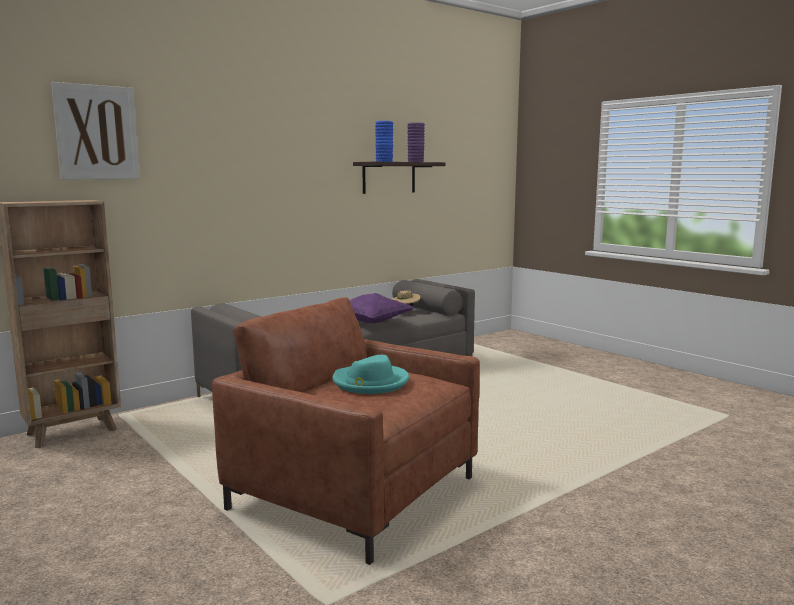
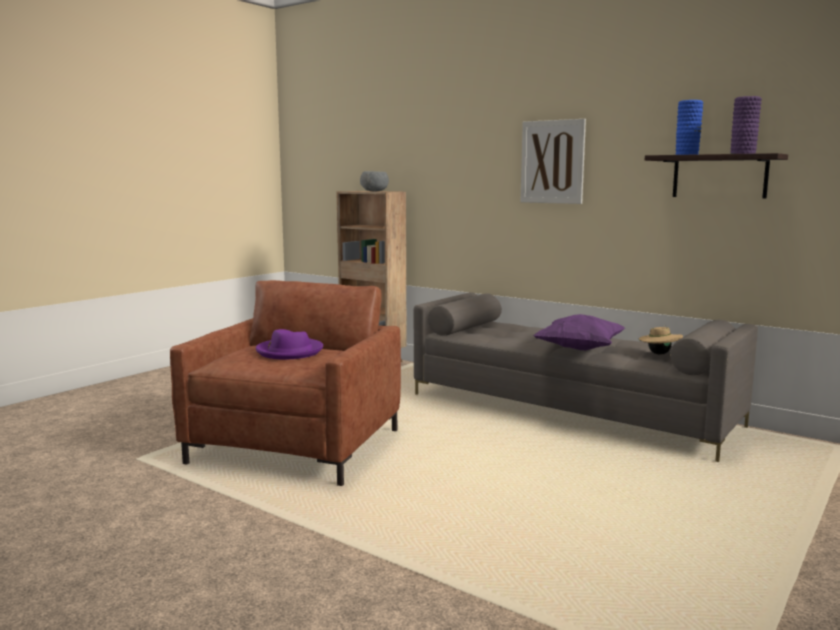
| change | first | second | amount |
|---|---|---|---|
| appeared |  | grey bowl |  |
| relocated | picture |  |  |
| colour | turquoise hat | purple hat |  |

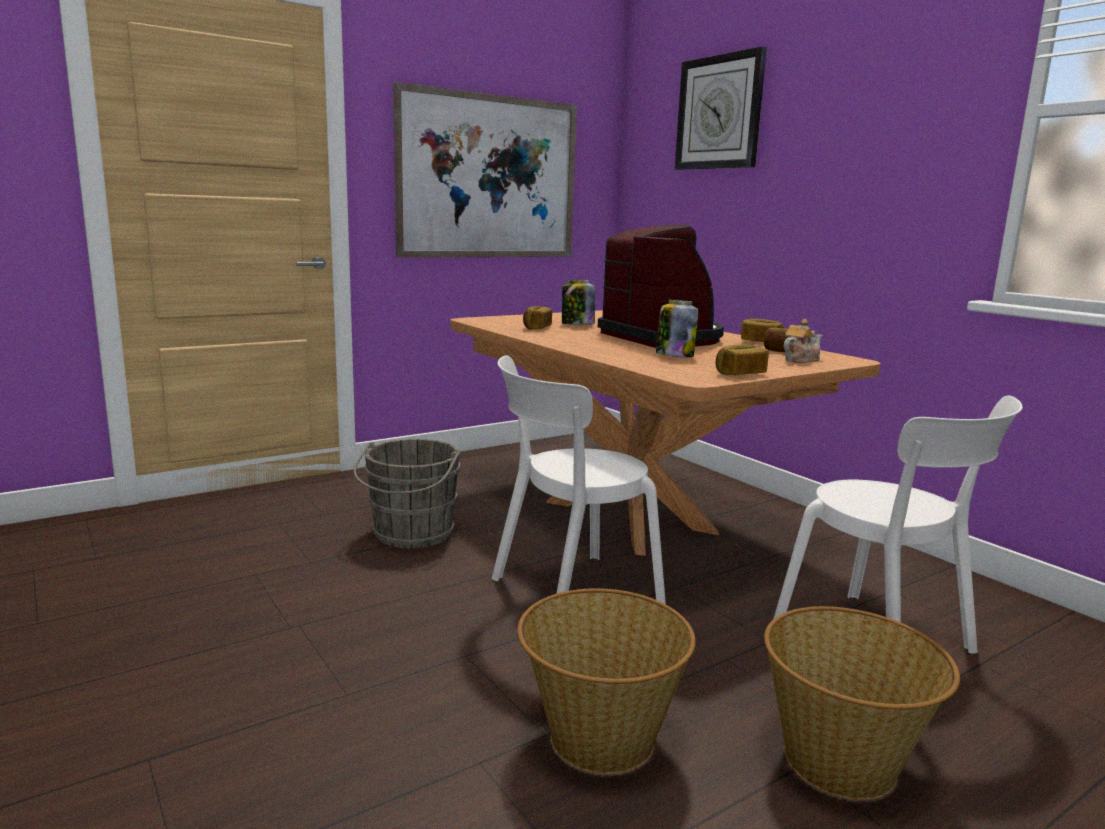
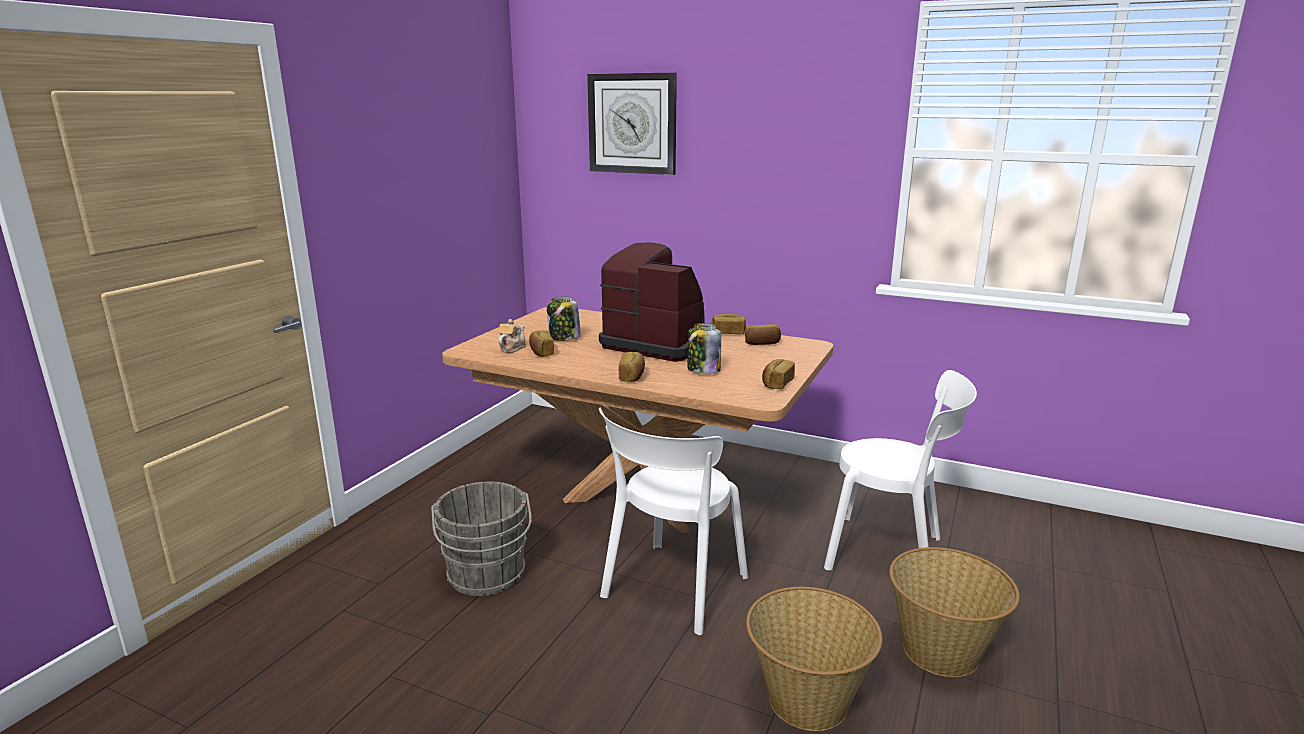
| change | first | second | amount |
|---|---|---|---|
| missing | picture |  |  |
| appeared |  | bread (no. 2 from left) |  |
| relocated | teapot |  |  |

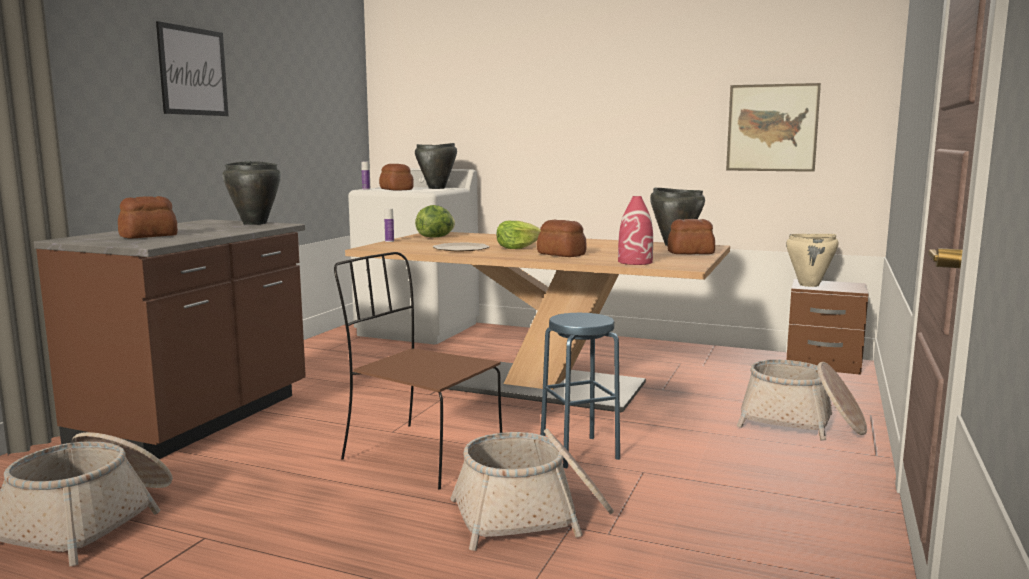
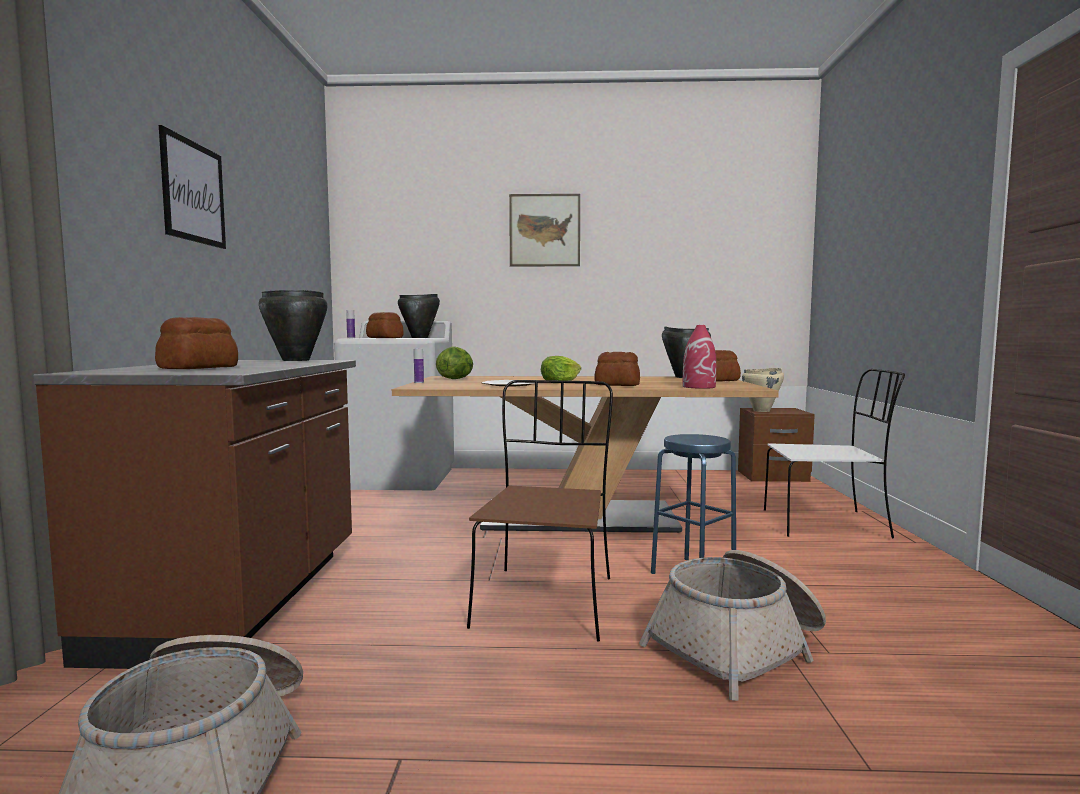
| change | first | second | amount |
|---|---|---|---|
| relocated | picture (no. 2 from left) |  |  |
| exchanged | basket (no. 3 from left) | white chair |  |
| spun | brown chair |  | 90 degrees clockwise |

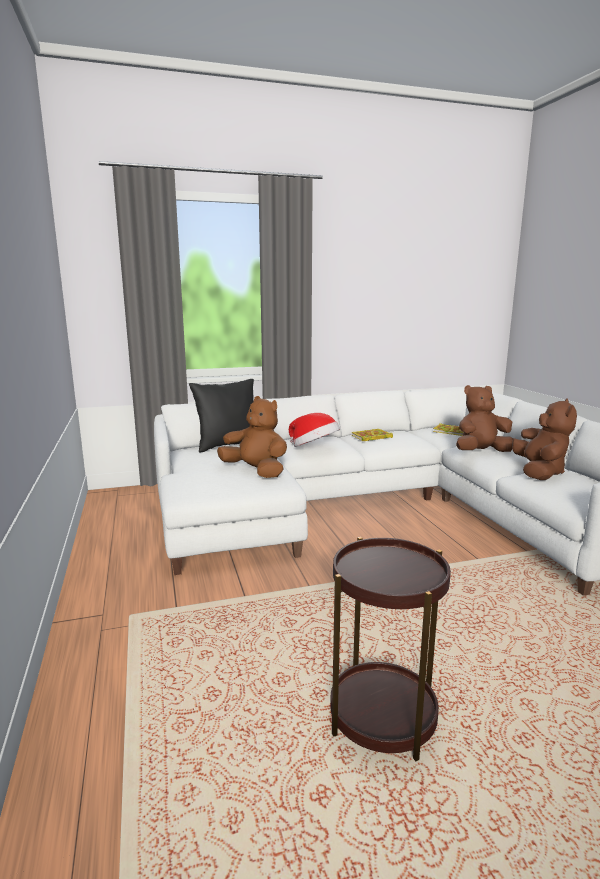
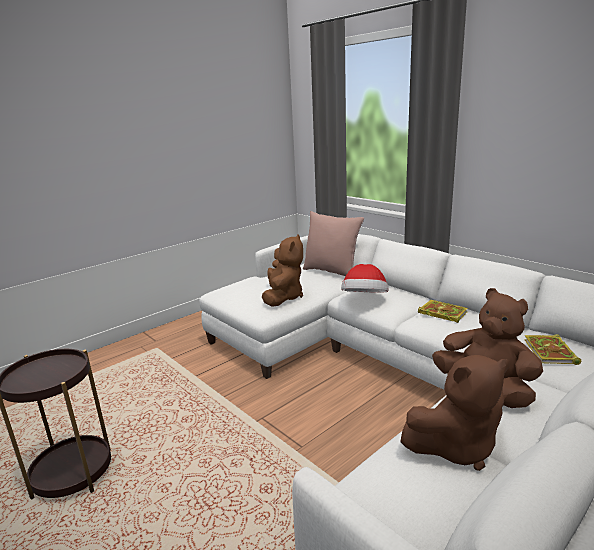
| change | first | second | amount |
|---|---|---|---|
| colour | black pillow | pink pillow |  |

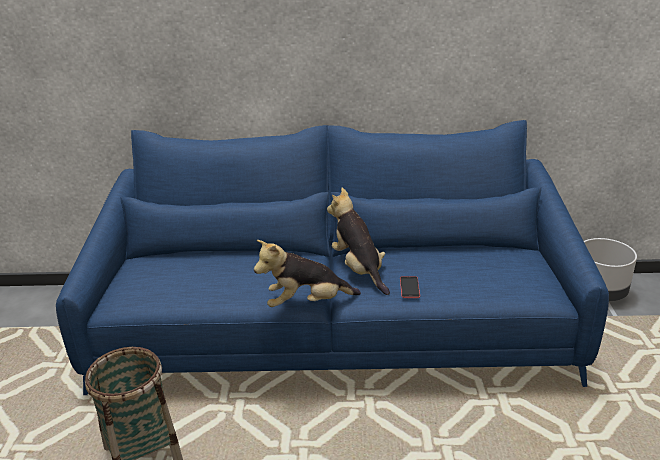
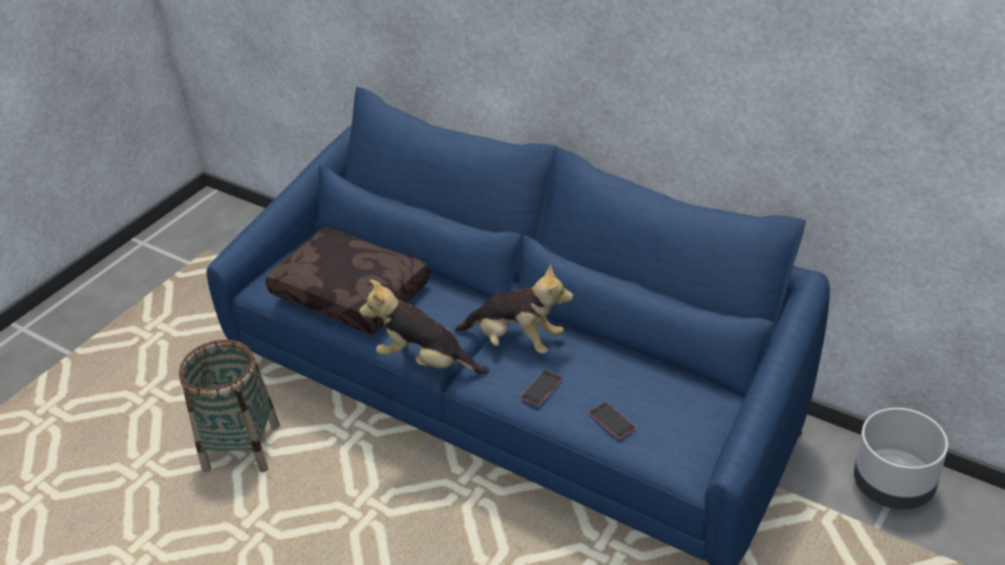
| change | first | second | amount |
|---|---|---|---|
| appeared |  | brown pillow |  |
| appeared |  | phone (no. 2 from left) |  |
| spun | plush toy (no. 2 from left) |  | 105 degrees clockwise |

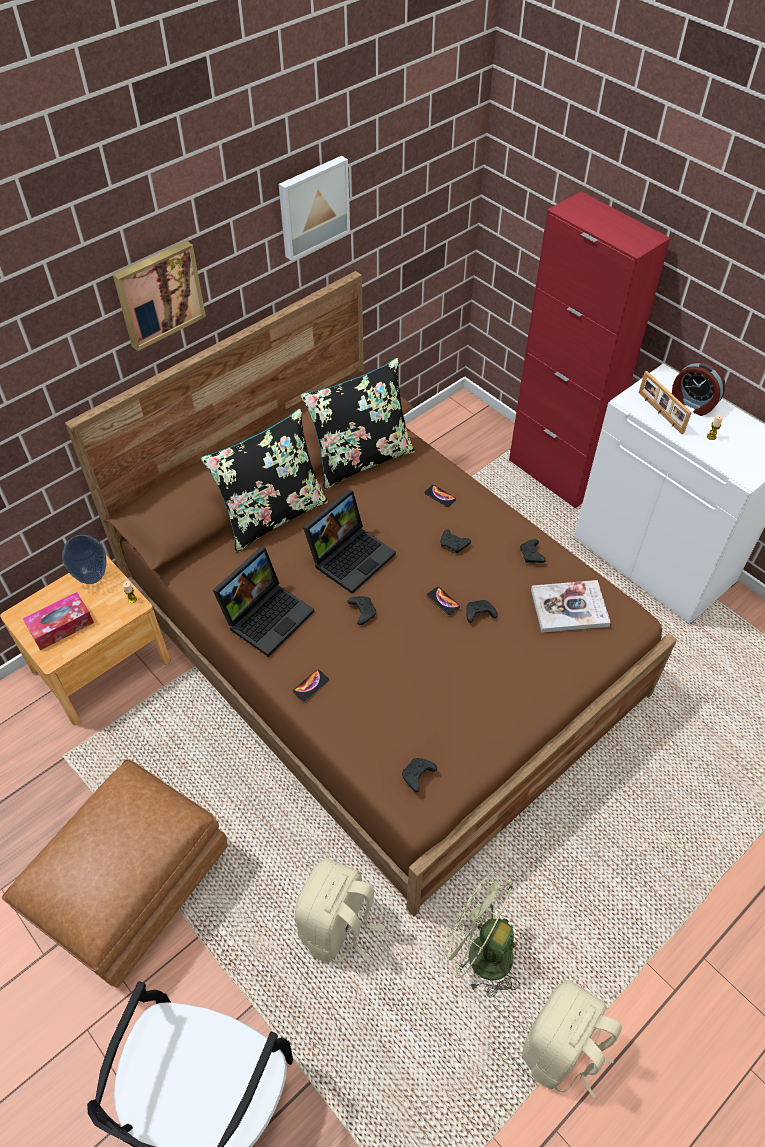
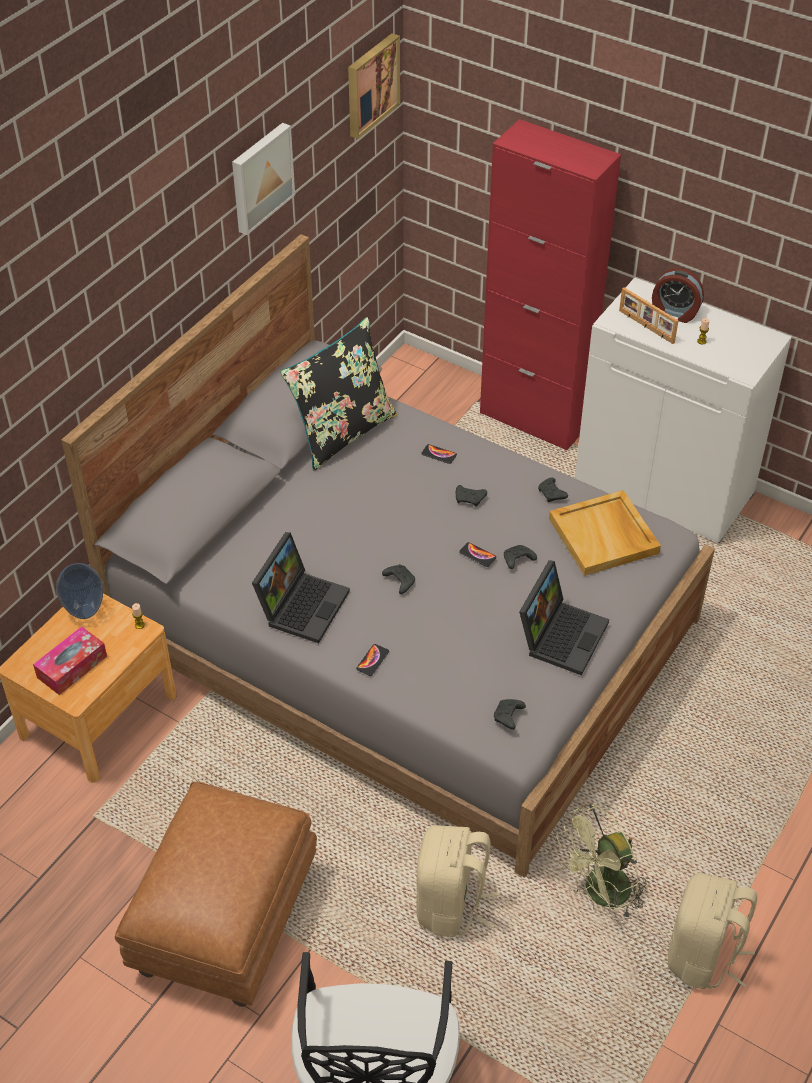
| change | first | second | amount |
|---|---|---|---|
| missing | black pillow (no. 1 from left) |  |  |
| relocated | picture (no. 1 from left in the first image) | picture (no. 2 from left) |  |
| relocated | laptop (no. 2 from left) |  |  |
| exchanged | book | beige tray |  |
| colour | brown bed | grey bed |  |
| spun | green fan |  | 45 degrees counterclockwise |

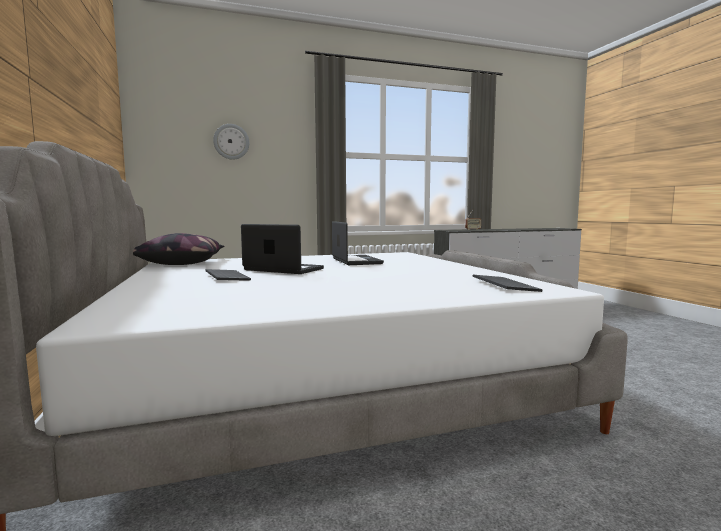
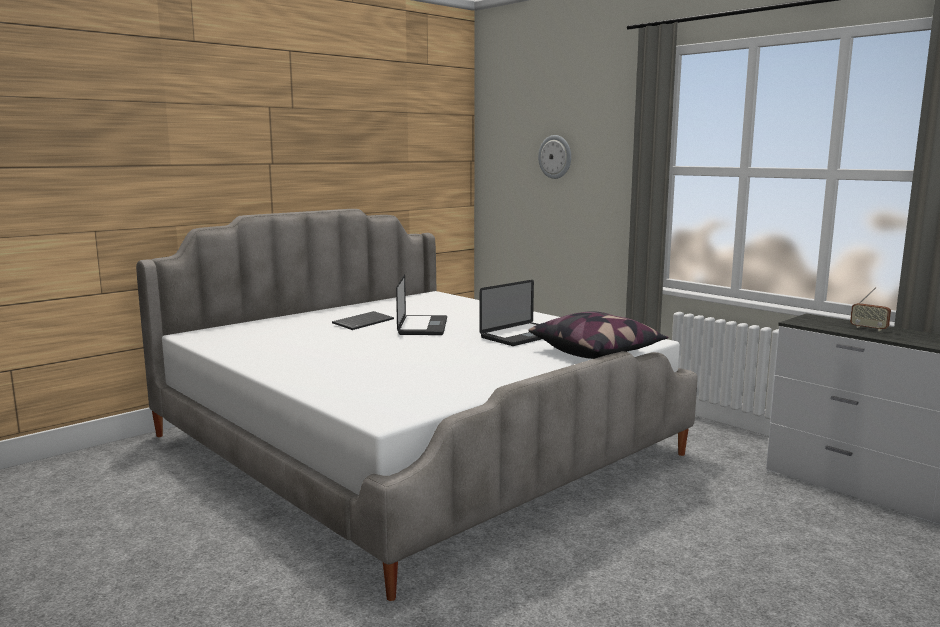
| change | first | second | amount |
|---|---|---|---|
| missing | keyboard (no. 2 from left) |  |  |
| relocated | pillow |  |  |

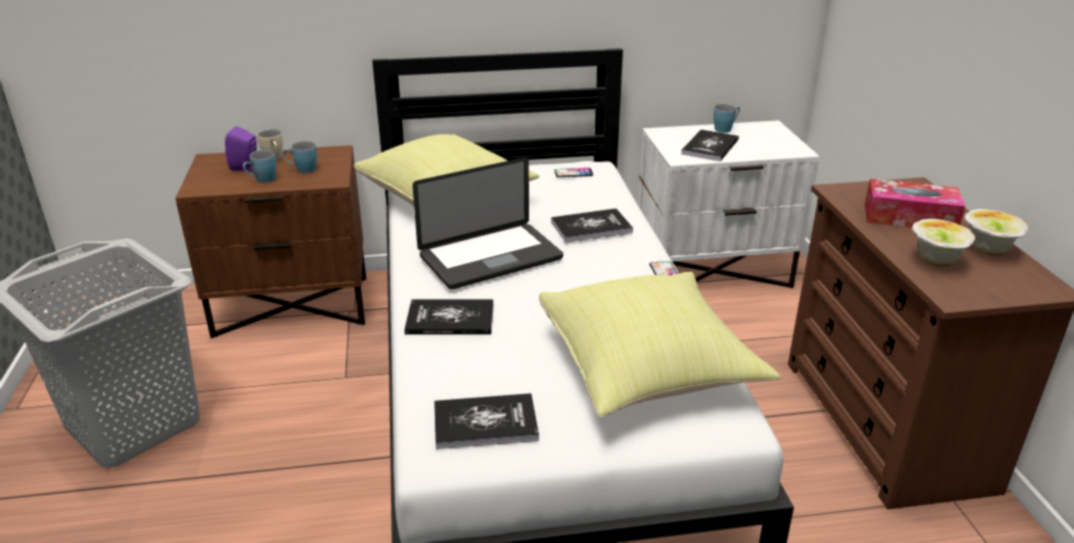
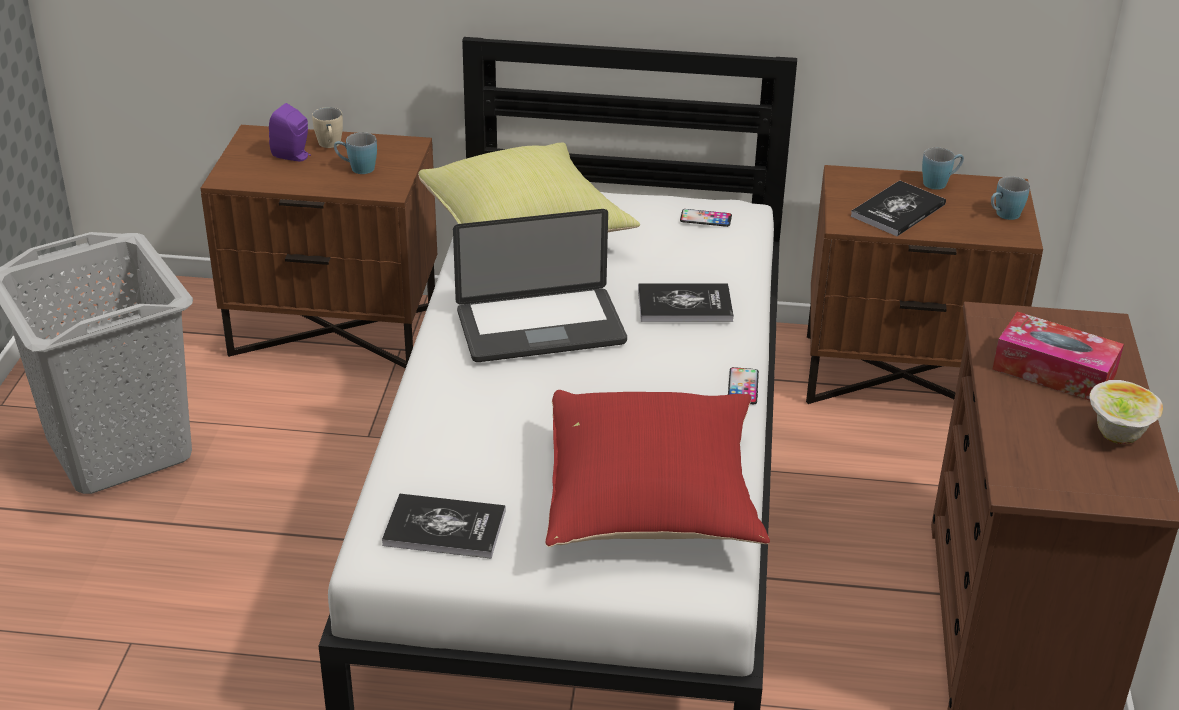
| change | first | second | amount |
|---|---|---|---|
| missing | book (no. 1 from left) |  |  |
| missing | bowl (no. 1 from left) |  |  |
| relocated | blue mug (no. 1 from left in the first image) | blue mug (no. 3 from left) |  |
| colour | yellow pillow (no. 2 from left) | red pillow |  |
| colour | white nightstand | brown nightstand (no. 2 from left) |  |

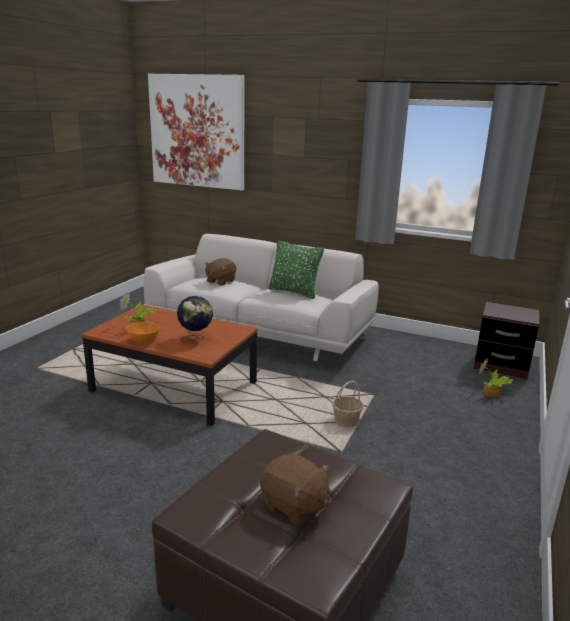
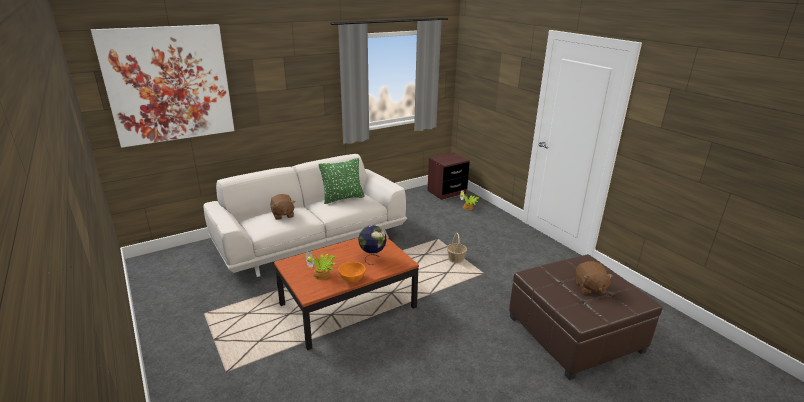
| change | first | second | amount |
|---|---|---|---|
| spun | brown plush toy (no. 2 from left) |  | 105 degrees clockwise |

